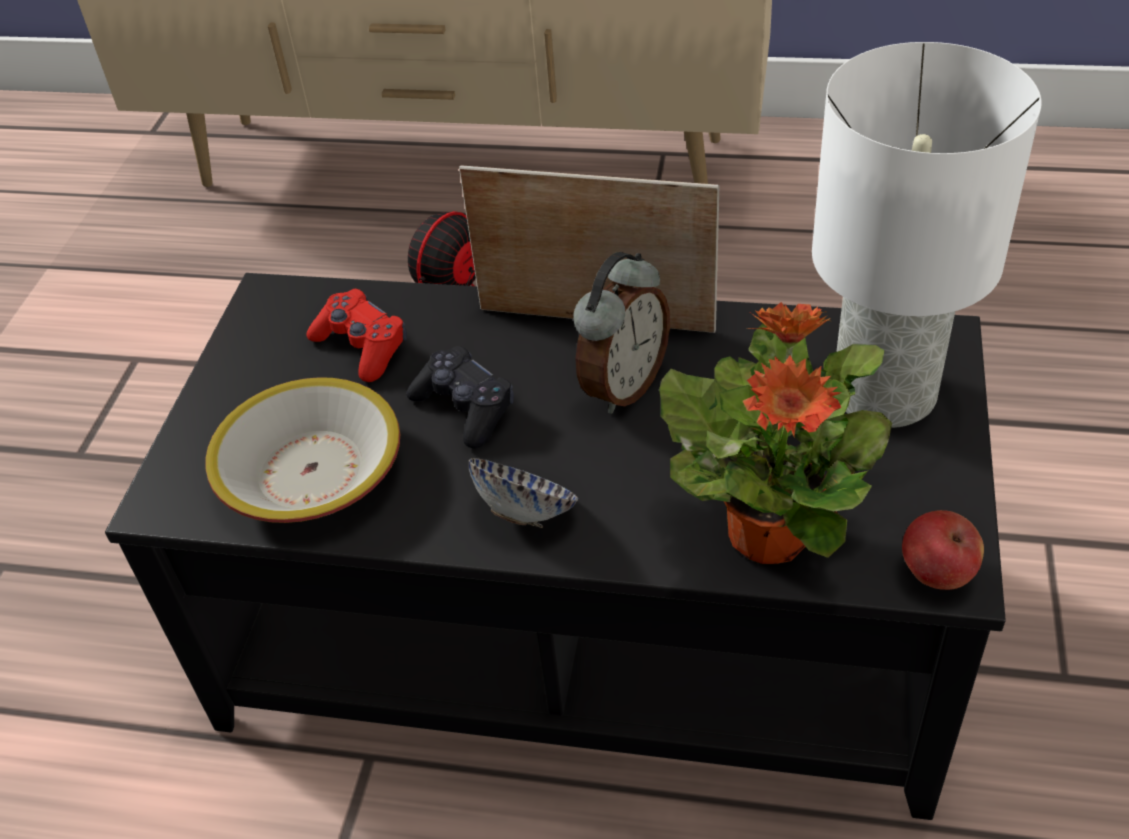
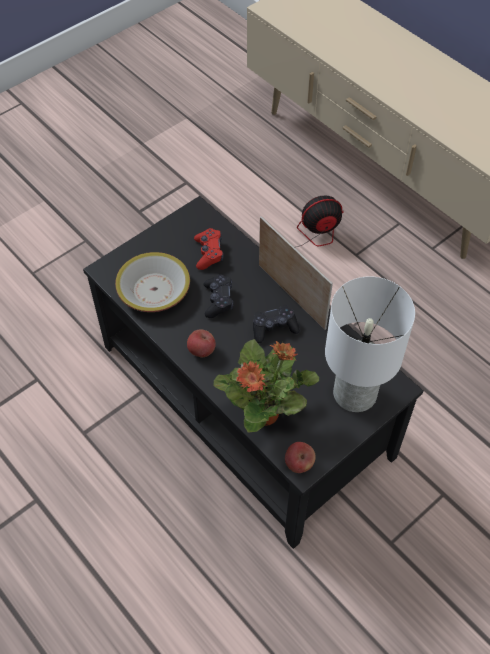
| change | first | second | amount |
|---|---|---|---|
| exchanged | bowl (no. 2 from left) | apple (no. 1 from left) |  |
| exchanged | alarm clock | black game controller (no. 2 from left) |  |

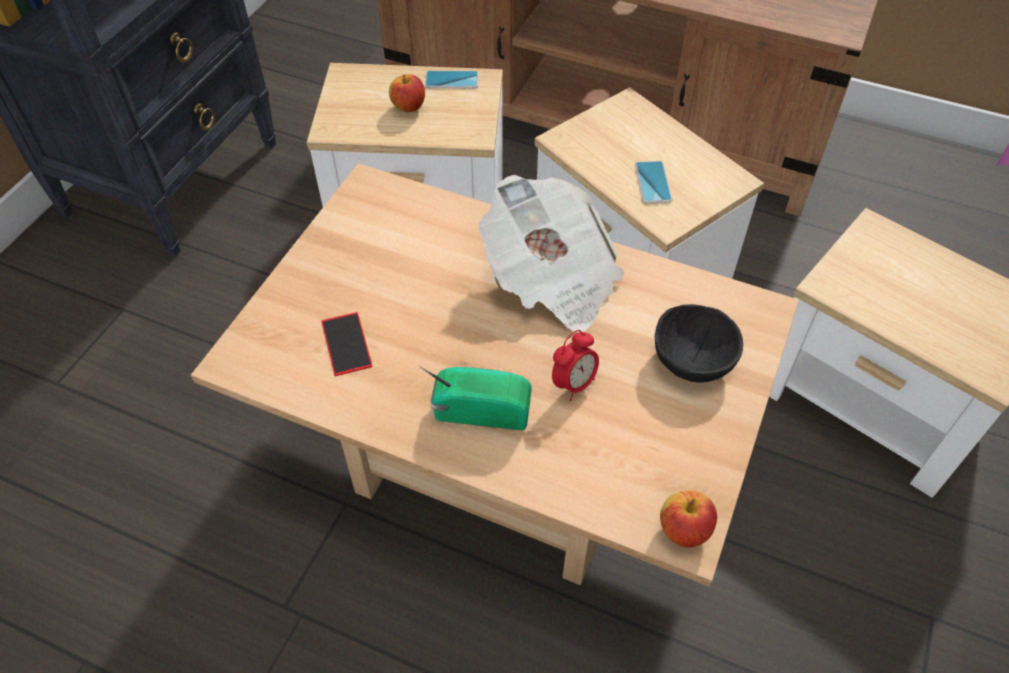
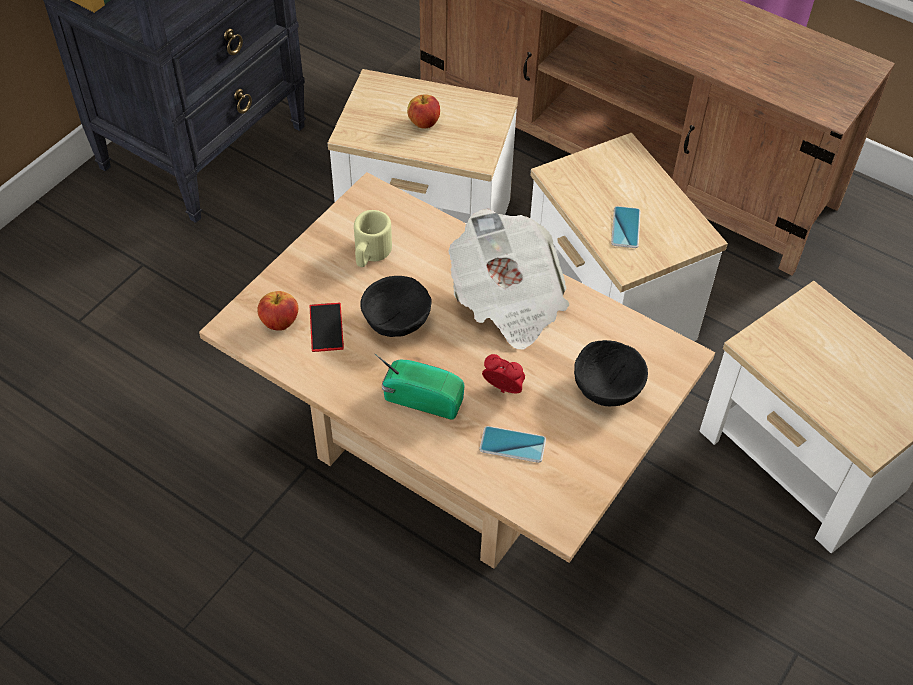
| change | first | second | amount |
|---|---|---|---|
| appeared |  | beige mug |  |
| appeared |  | black bowl (no. 1 from left) |  |
| relocated | phone (no. 2 from left) |  |  |
| relocated | apple (no. 2 from left in the first image) | apple (no. 1 from left) |  |
| spun | alarm clock |  | 120 degrees counterclockwise |

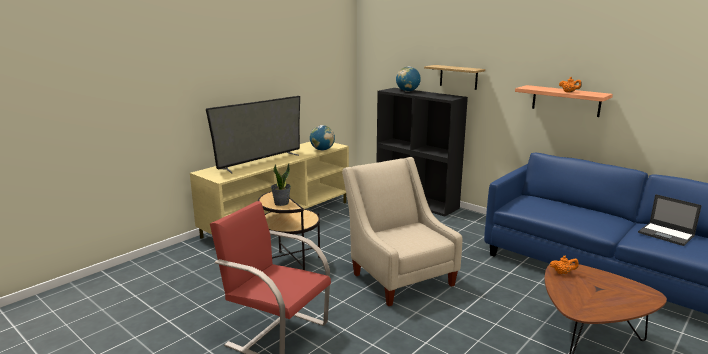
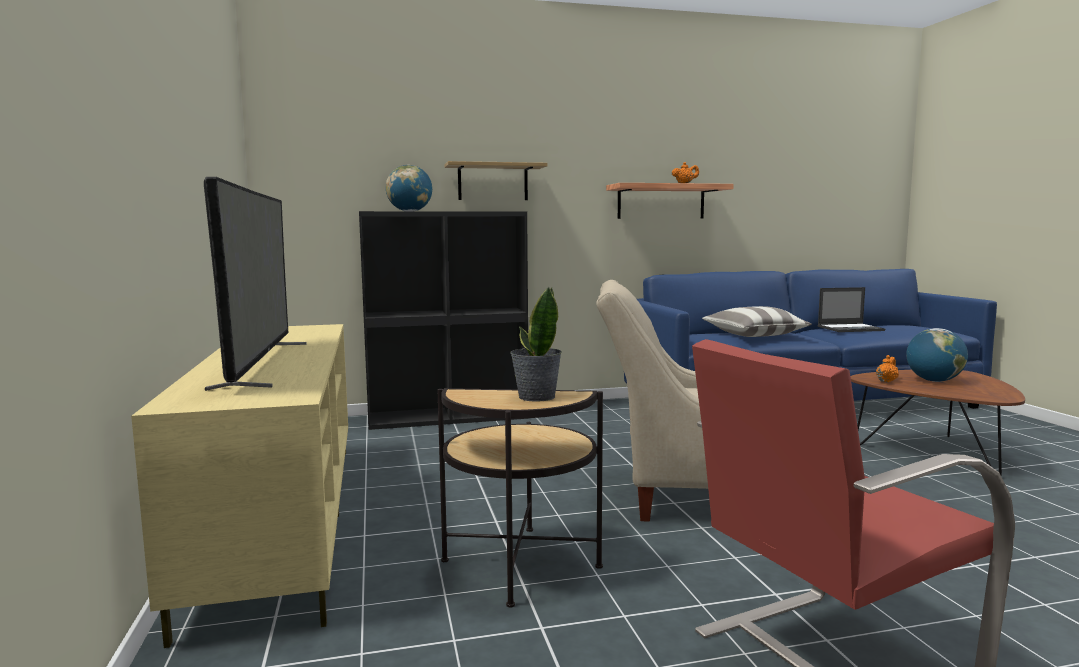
| change | first | second | amount |
|---|---|---|---|
| appeared |  | pillow |  |
| relocated | globe (no. 1 from left in the first image) | globe (no. 2 from left) |  |

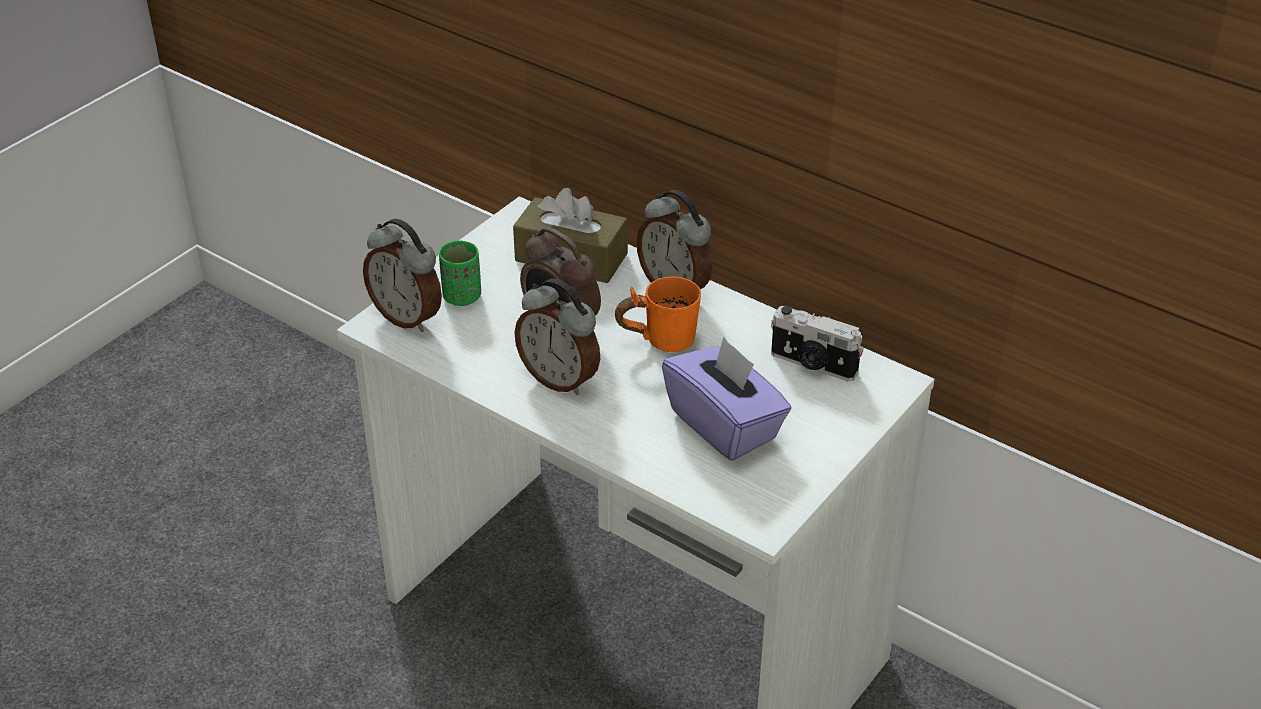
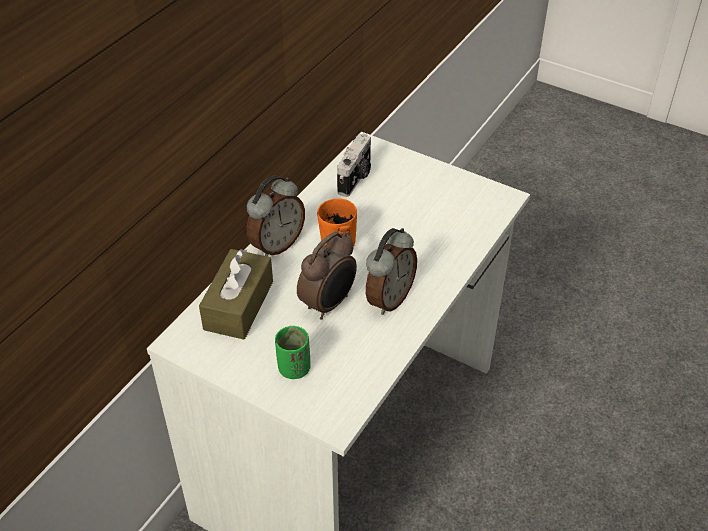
| change | first | second | amount |
|---|---|---|---|
| missing | alarm clock (no. 1 from left) |  |  |
| missing | purple tissue box |  |  |

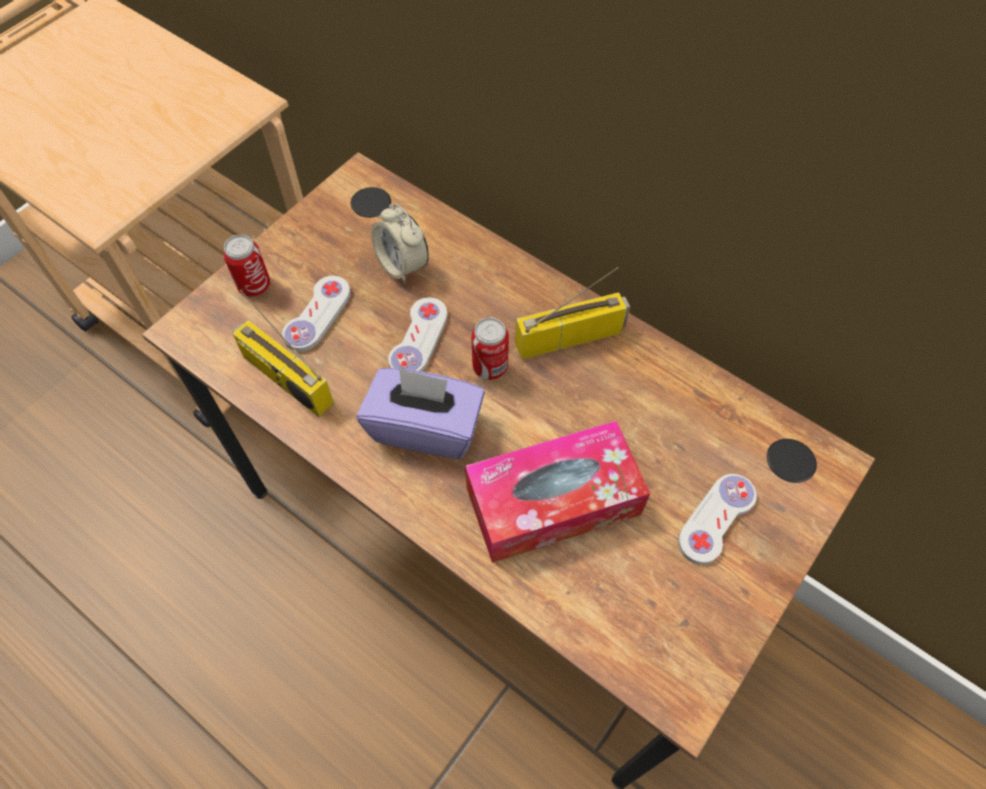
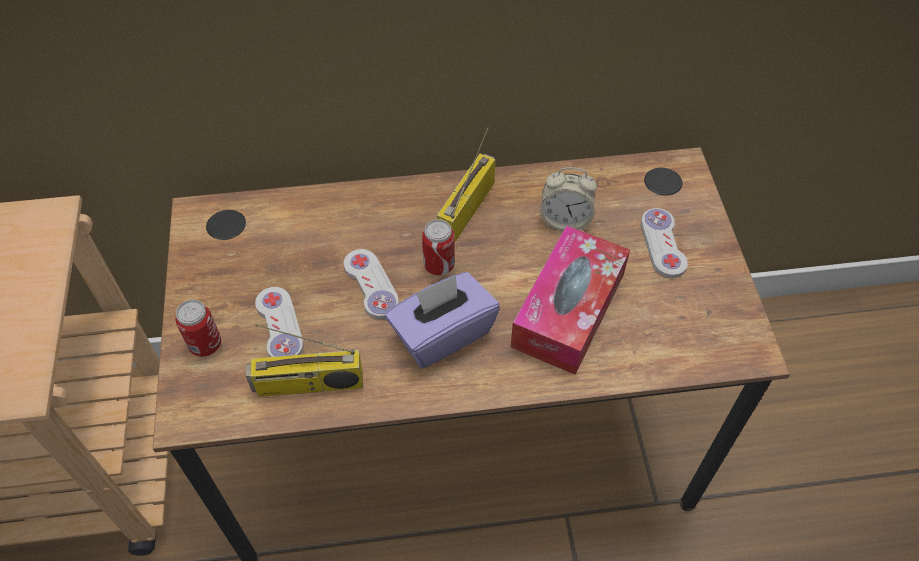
| change | first | second | amount |
|---|---|---|---|
| relocated | alarm clock |  |  |

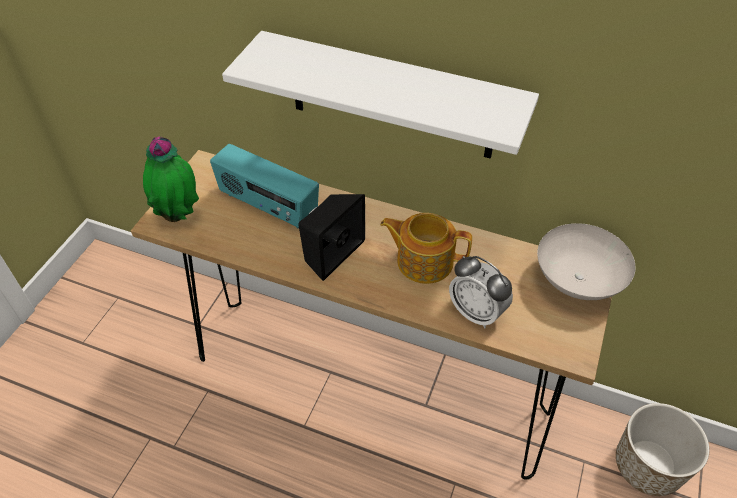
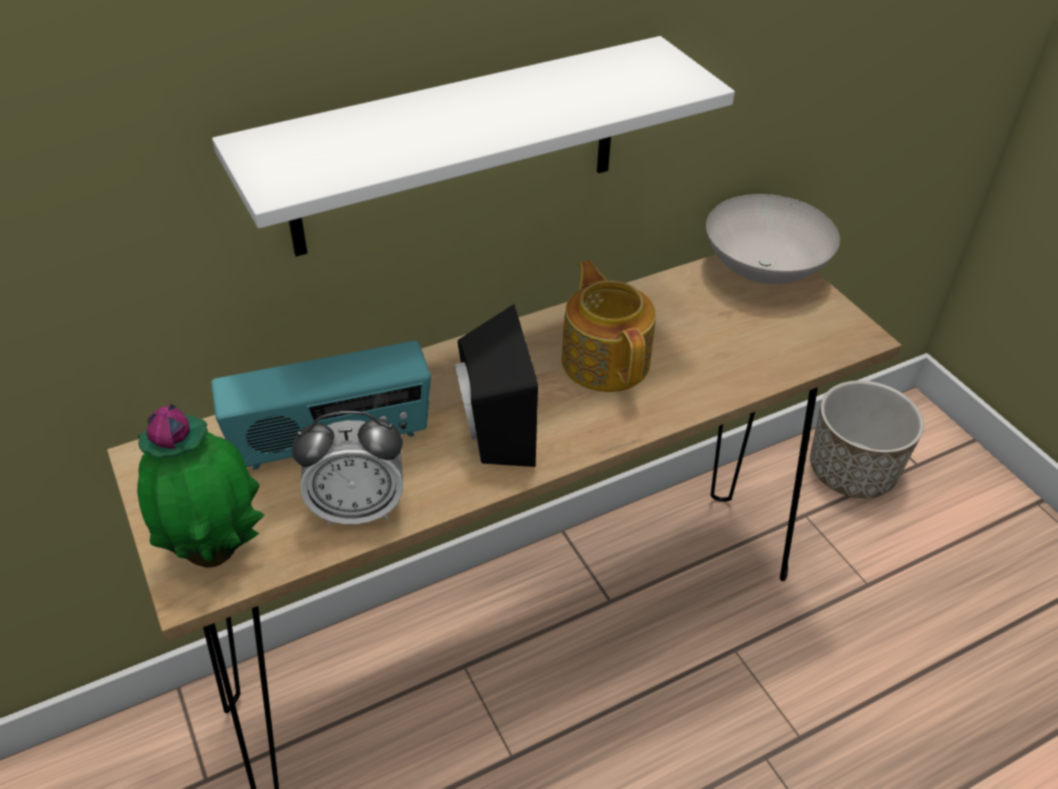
| change | first | second | amount |
|---|---|---|---|
| relocated | alarm clock |  |  |
| spun | teapot |  | 105 degrees clockwise |

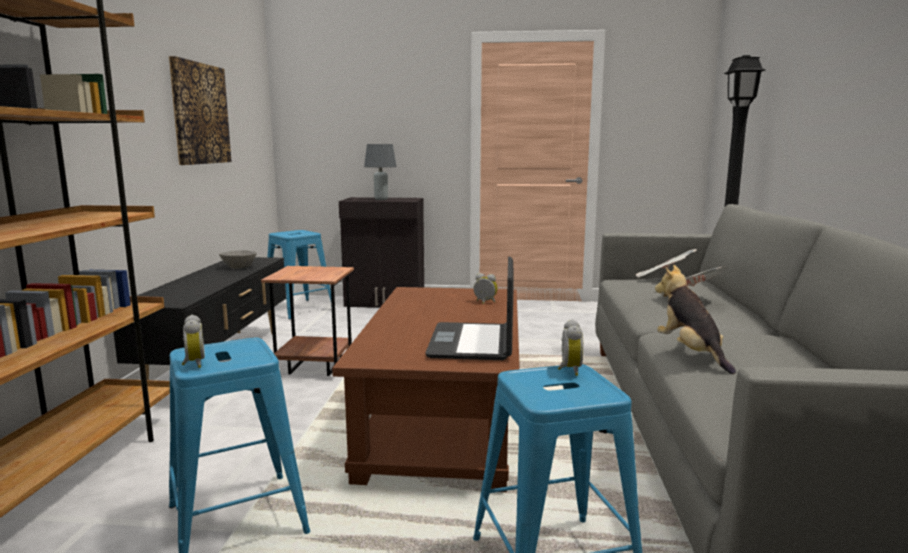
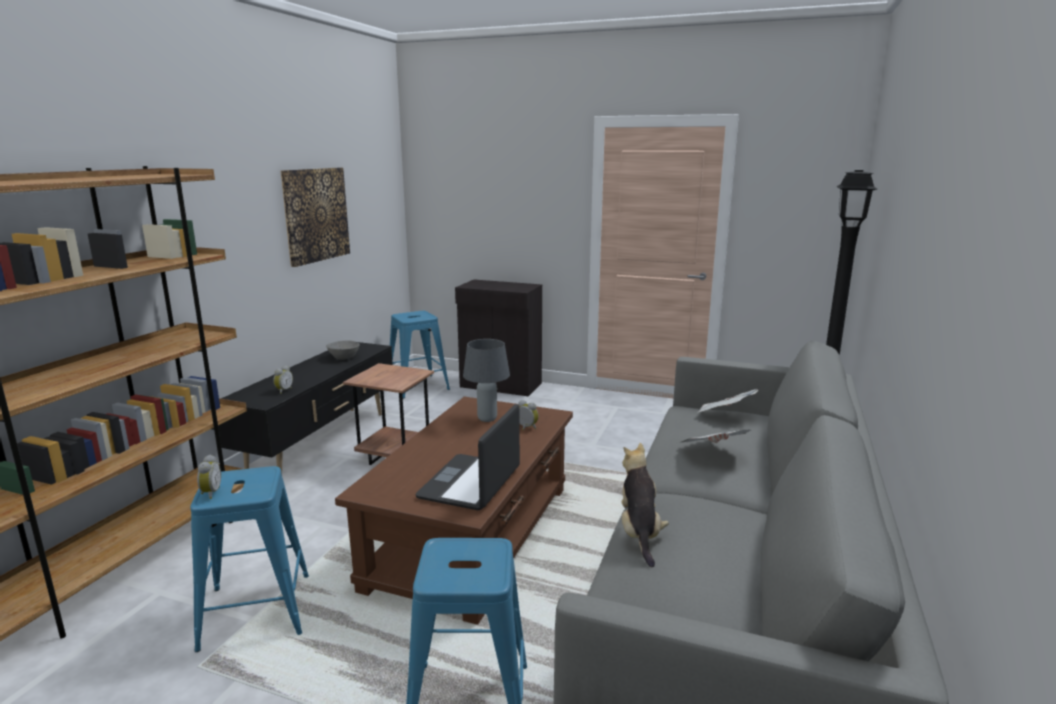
| change | first | second | amount |
|---|---|---|---|
| relocated | grey table lamp |  |  |
| relocated | alarm clock (no. 3 from left in the first image) | alarm clock (no. 2 from left) |  |

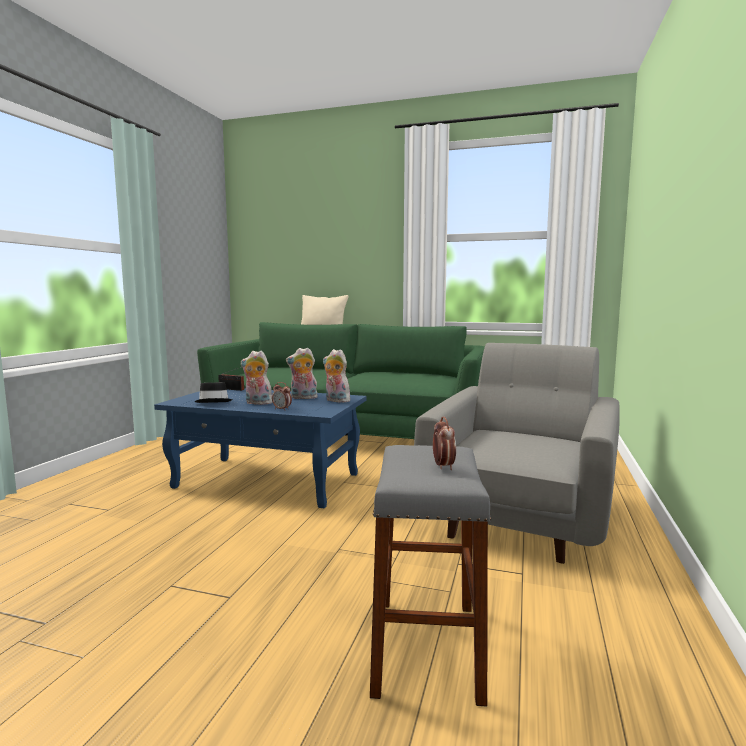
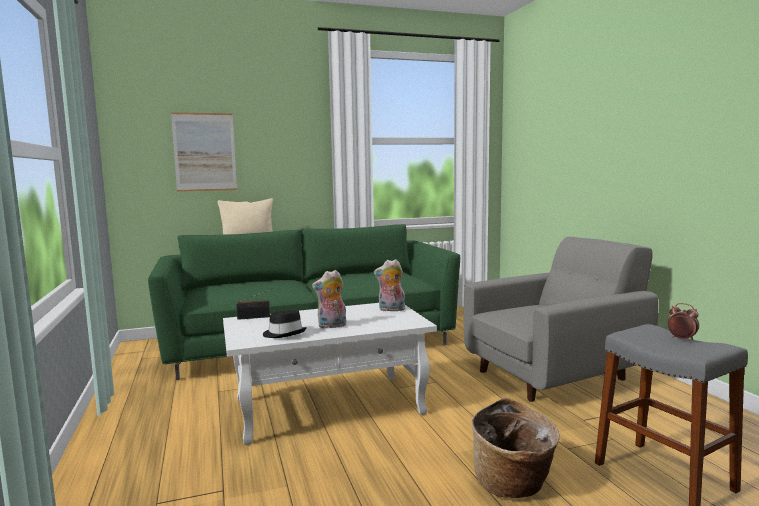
| change | first | second | amount |
|---|---|---|---|
| missing | alarm clock (no. 1 from left) |  |  |
| missing | plush toy (no. 2 from left) |  |  |
| appeared |  | picture |  |
| appeared |  | basket |  |
| colour | blue coffee table | white coffee table |  |
| spun | grey armchair |  | 75 degrees clockwise |

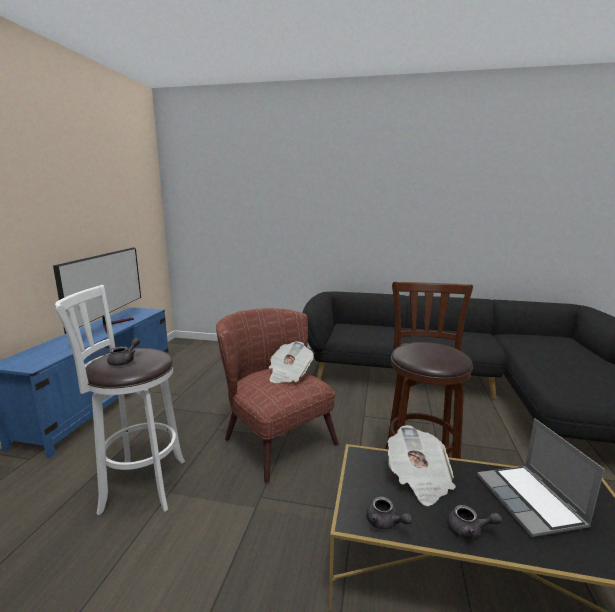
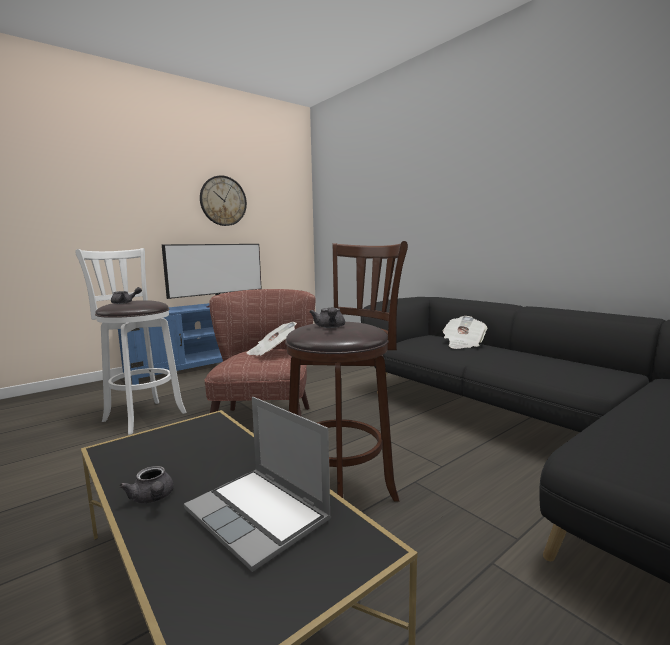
| change | first | second | amount |
|---|---|---|---|
| appeared |  | wall clock |  |
| relocated | grey teapot (no. 2 from left in the first image) | grey teapot (no. 3 from left) |  |
| relocated | newspaper (no. 2 from left) |  |  |
| spun | laptop |  | 75 degrees counterclockwise |

